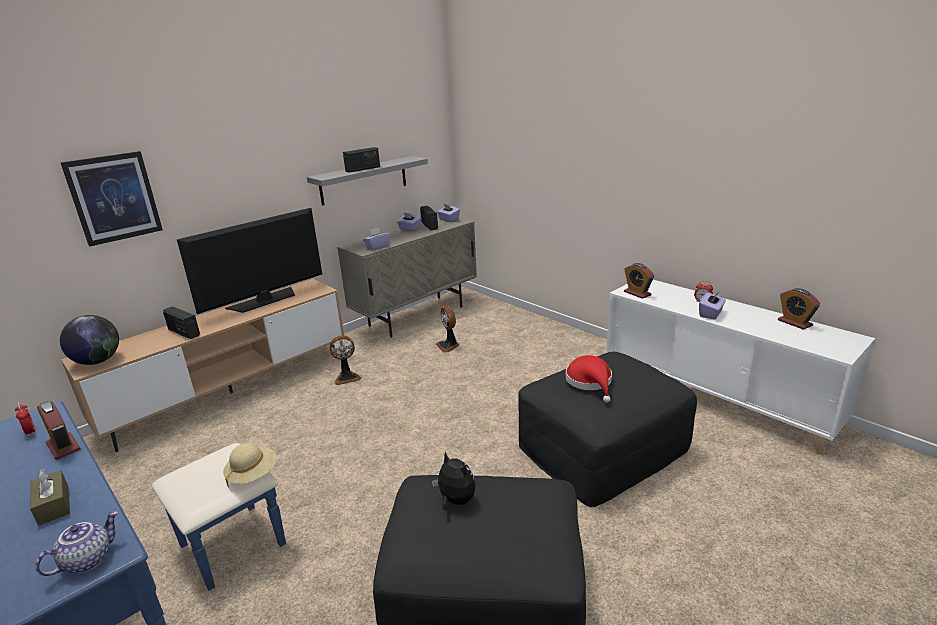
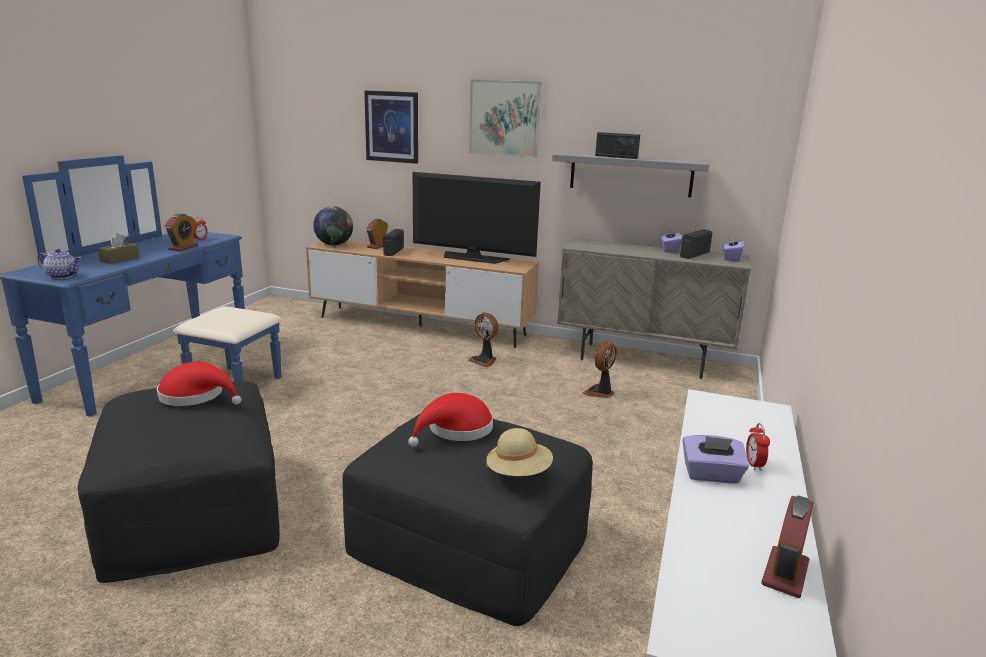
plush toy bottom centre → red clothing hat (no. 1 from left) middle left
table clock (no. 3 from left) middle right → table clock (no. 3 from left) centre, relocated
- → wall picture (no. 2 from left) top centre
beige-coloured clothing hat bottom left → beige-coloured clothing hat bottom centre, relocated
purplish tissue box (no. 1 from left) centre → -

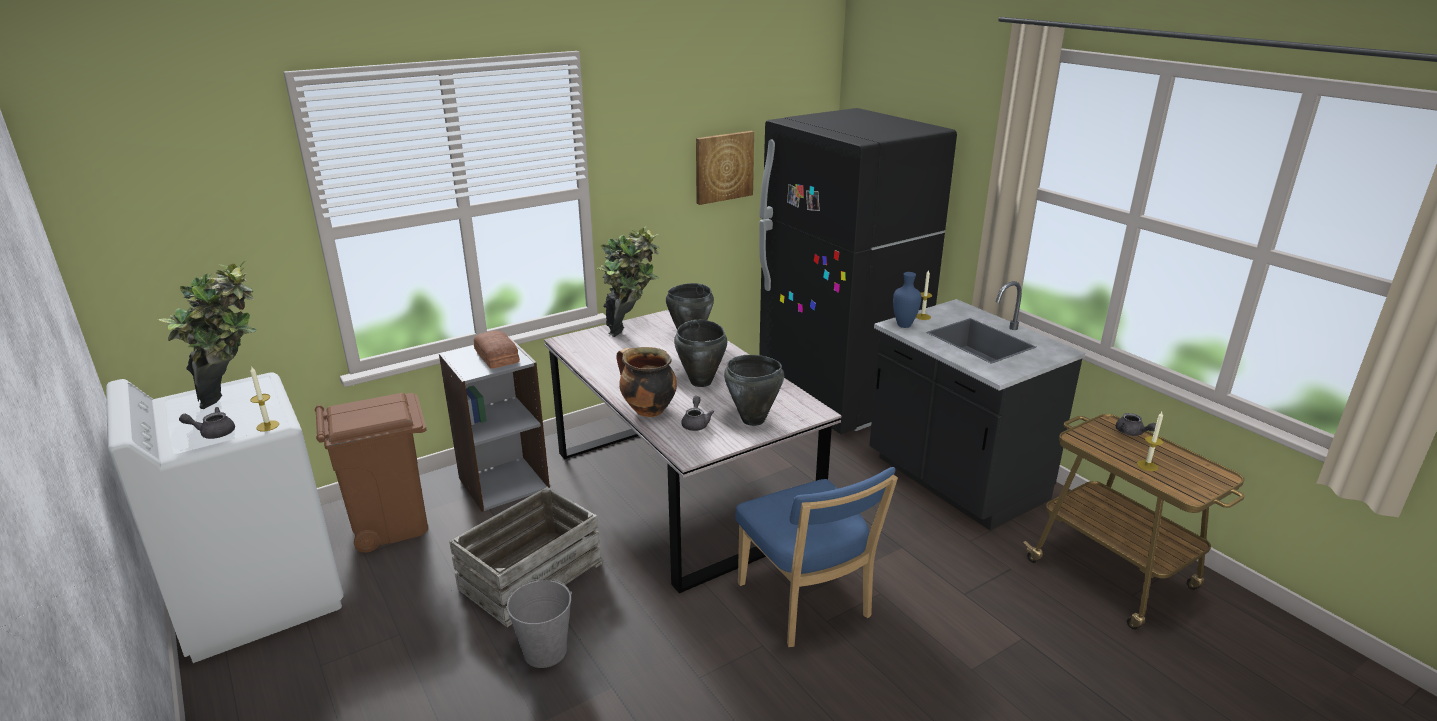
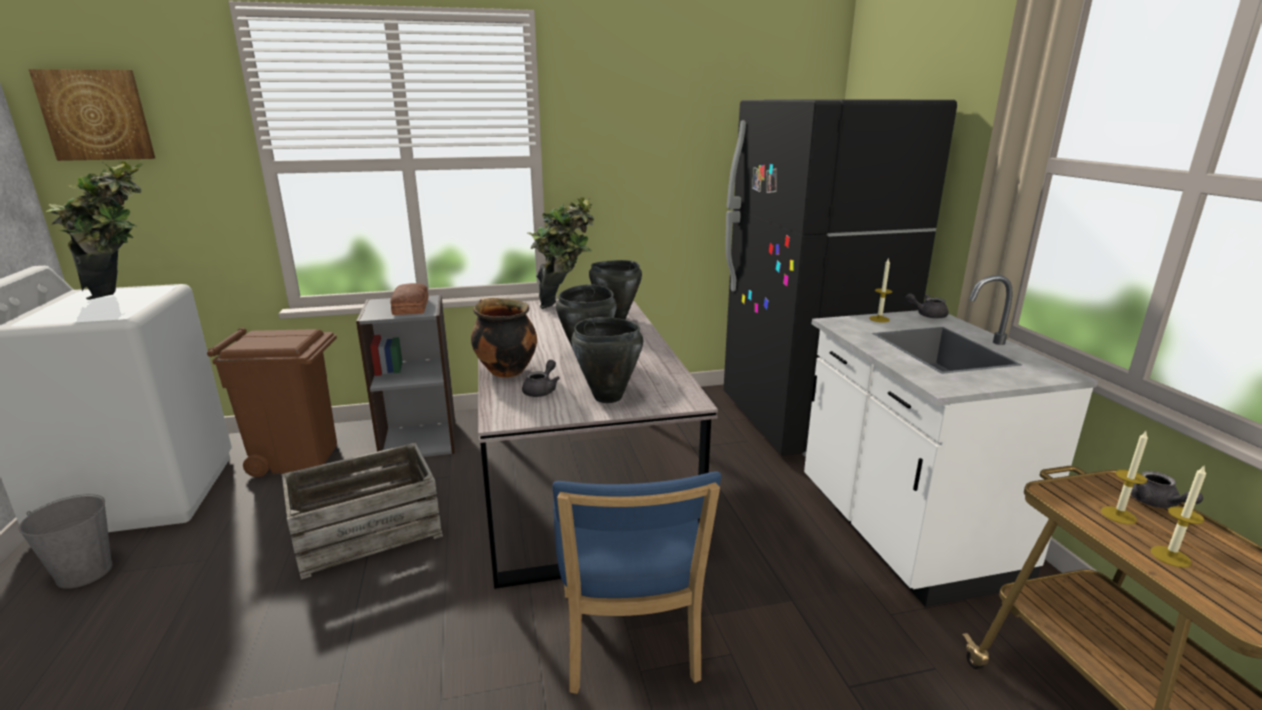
grey bucket bottom centre → grey bucket bottom left, relocated
wall picture top centre → wall picture top left, relocated
blackish counter middle right → white-coloured counter middle right
grey teapot (no. 1 from left in the first image) middle left → grey teapot (no. 2 from left) middle right, relocated
wax candle (no. 1 from left in the first image) middle left → wax candle (no. 2 from left) bottom right, relocated
blue vase centre → -

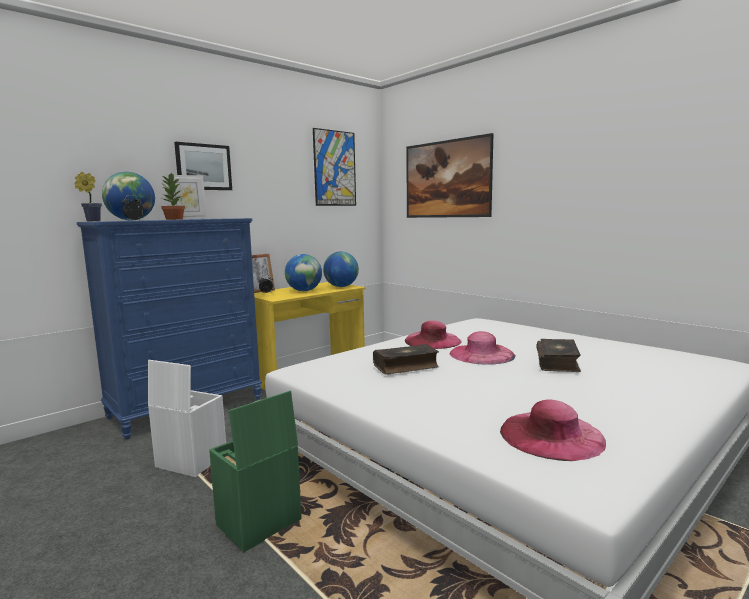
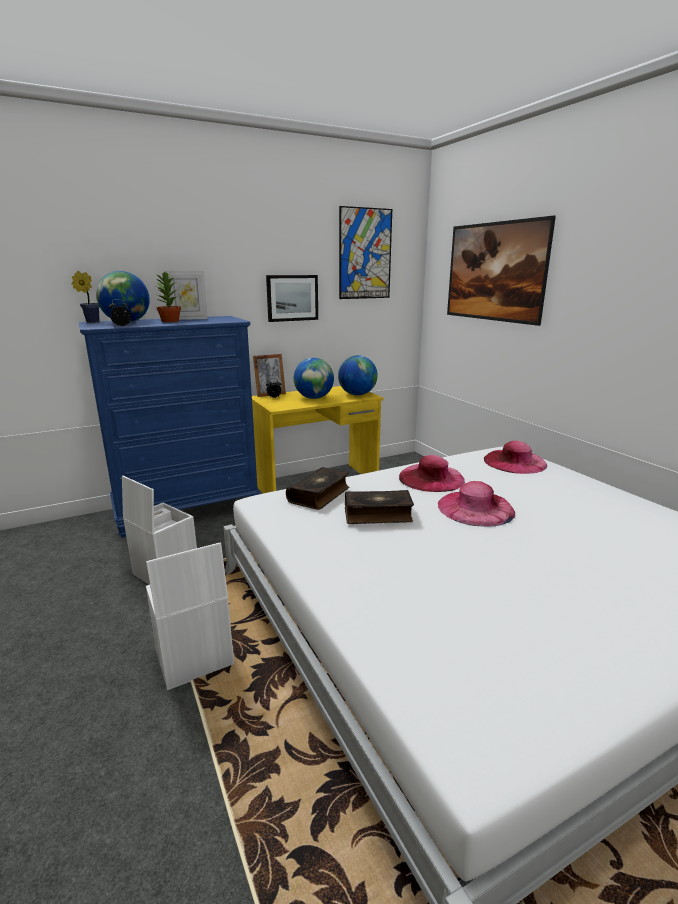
green storage box bottom centre → white-coloured storage box (no. 2 from left) bottom left
wall picture (no. 1 from left) top left → wall picture (no. 1 from left) top centre, relocated
bound book (no. 2 from left in the first image) middle right → bound book (no. 1 from left) centre, relocated
pink clothing hat (no. 3 from left) bottom right → pink clothing hat (no. 3 from left) middle right, relocated

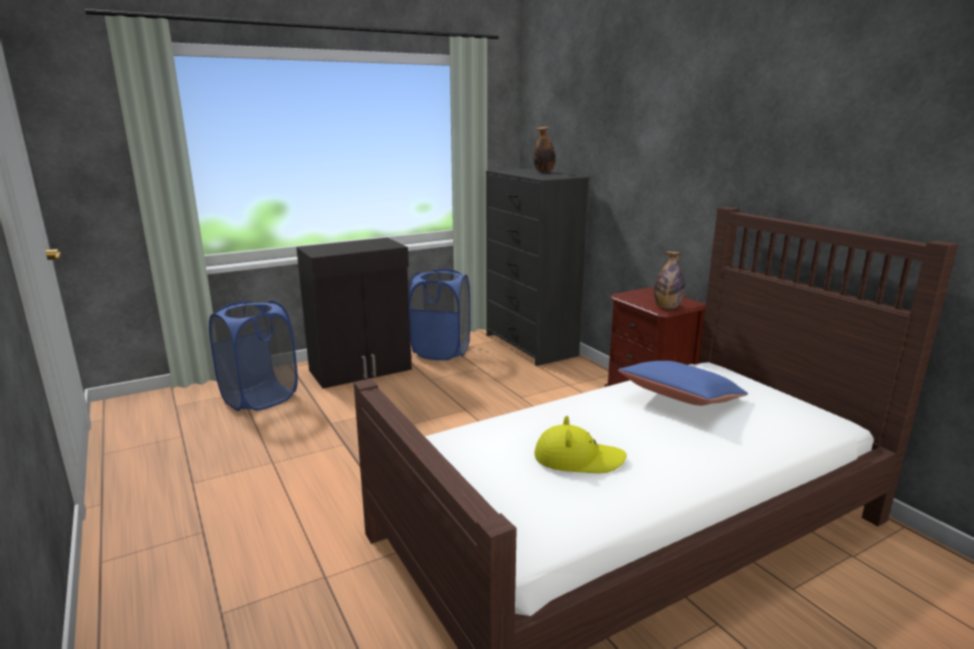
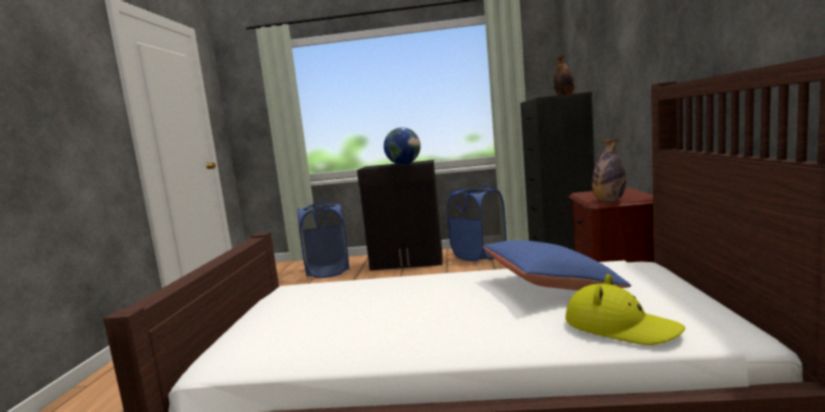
- → desk globe centre
yellow clothing hat bottom centre → yellow clothing hat bottom right, relocated

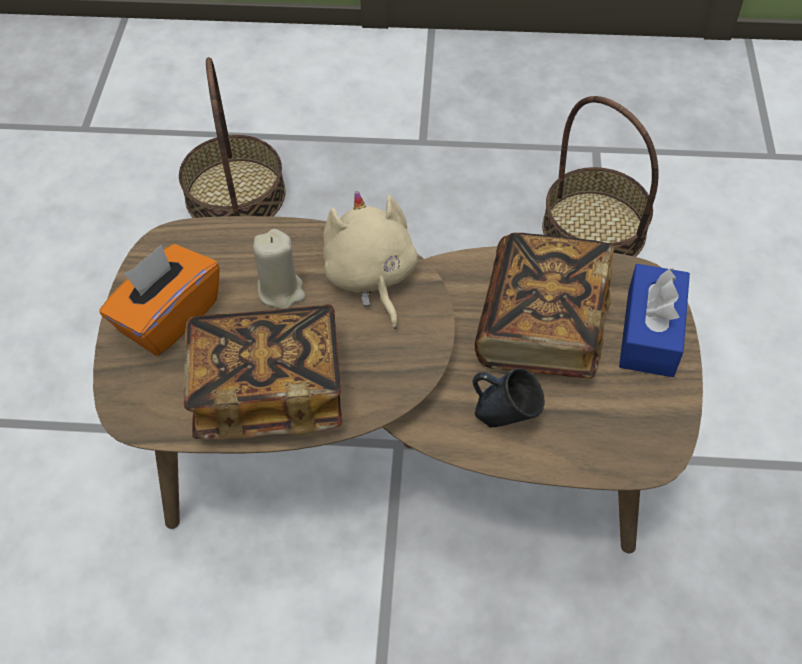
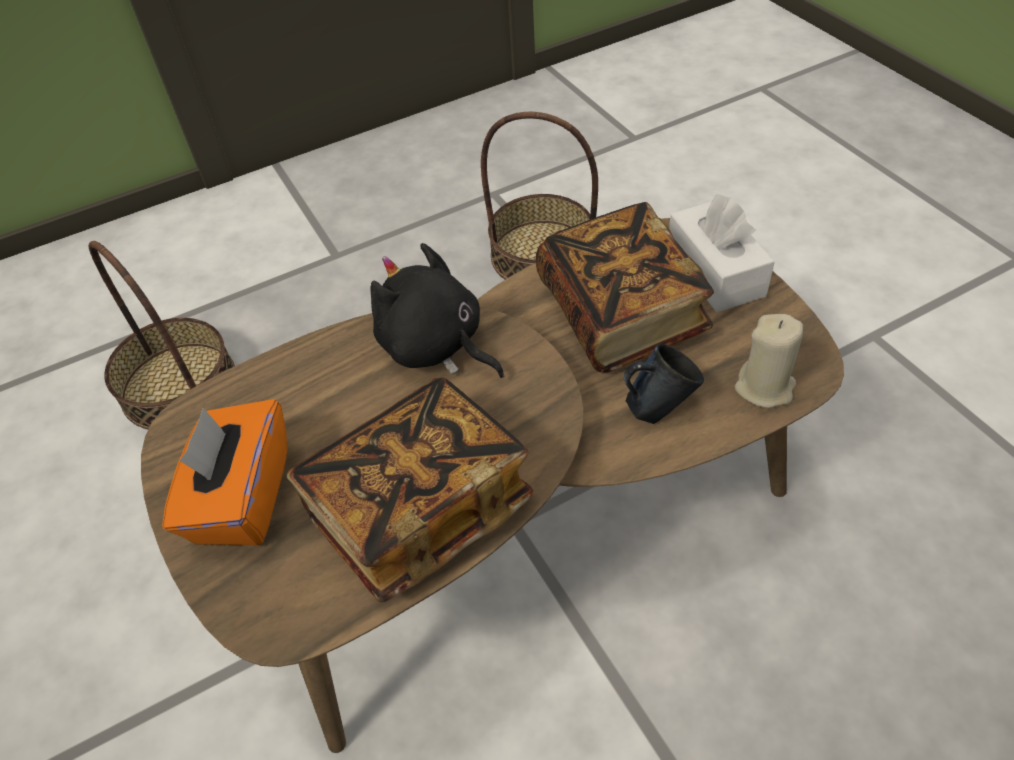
beige-coloured plush toy centre → blackish plush toy centre
blue tissue box middle right → white-coloured tissue box top right
beige-coloured wax candle centre → beige-coloured wax candle middle right, relocated

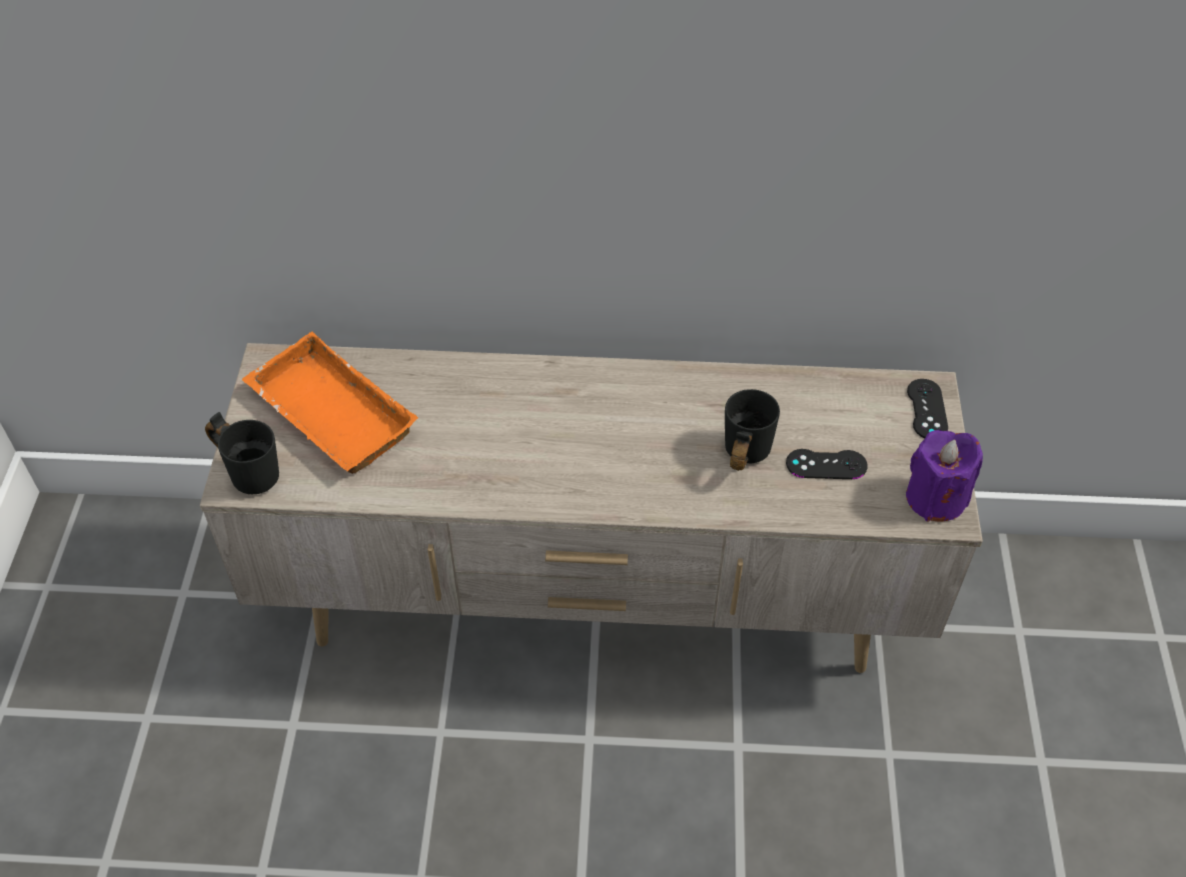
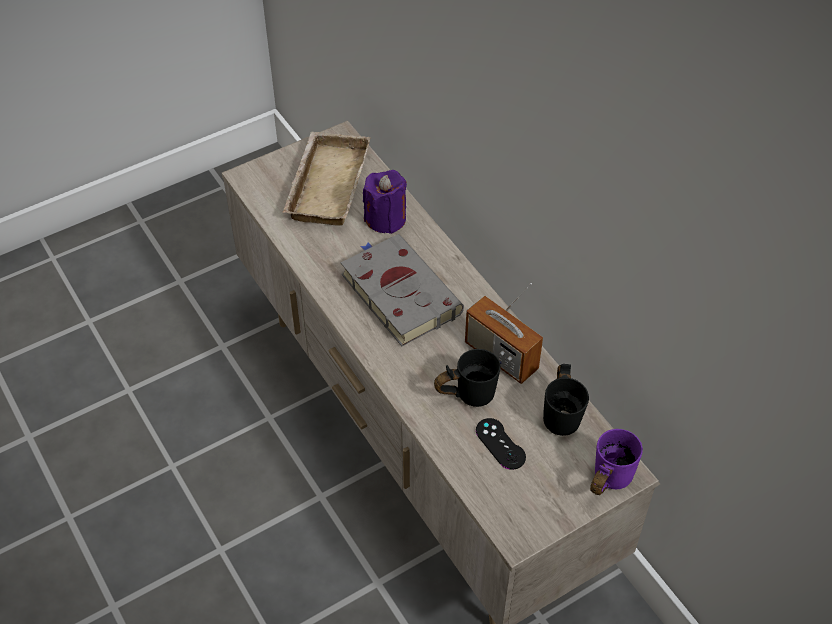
orangey tray middle left → beige-coloured tray top centre
- → grey bound book centre
purplish wax candle middle right → purplish wax candle top centre, relocated
- → radio set centre
blackish mug (no. 1 from left in the first image) middle left → blackish mug (no. 2 from left) middle right, relocated
blackish joypad (no. 2 from left) middle right → purplish mug bottom right

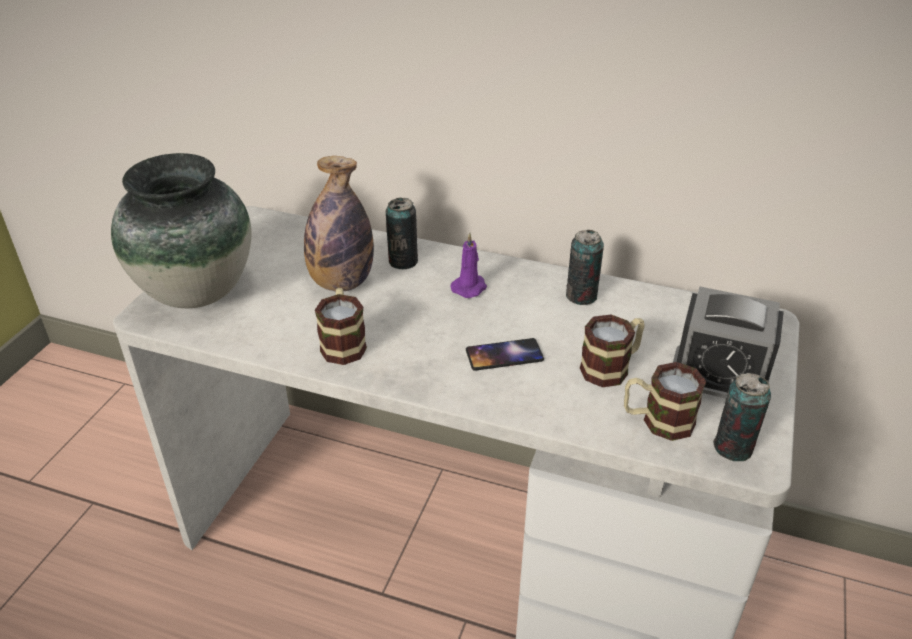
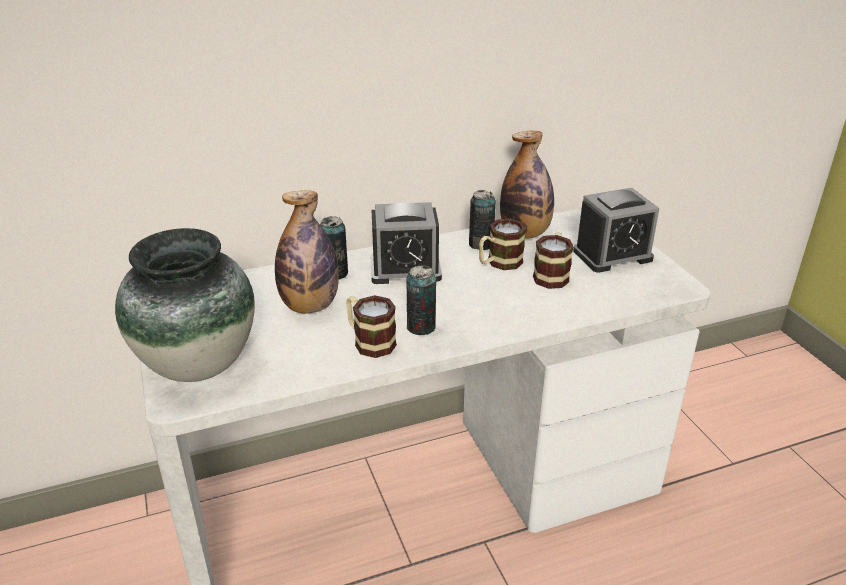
purplish wax candle centre → table clock (no. 1 from left) centre
can (no. 3 from left in the first image) middle right → can (no. 2 from left) centre, relocated
mug (no. 3 from left in the first image) middle right → mug (no. 2 from left) centre, relocated
- → beverage bottle (no. 2 from left) top centre
phone centre → -

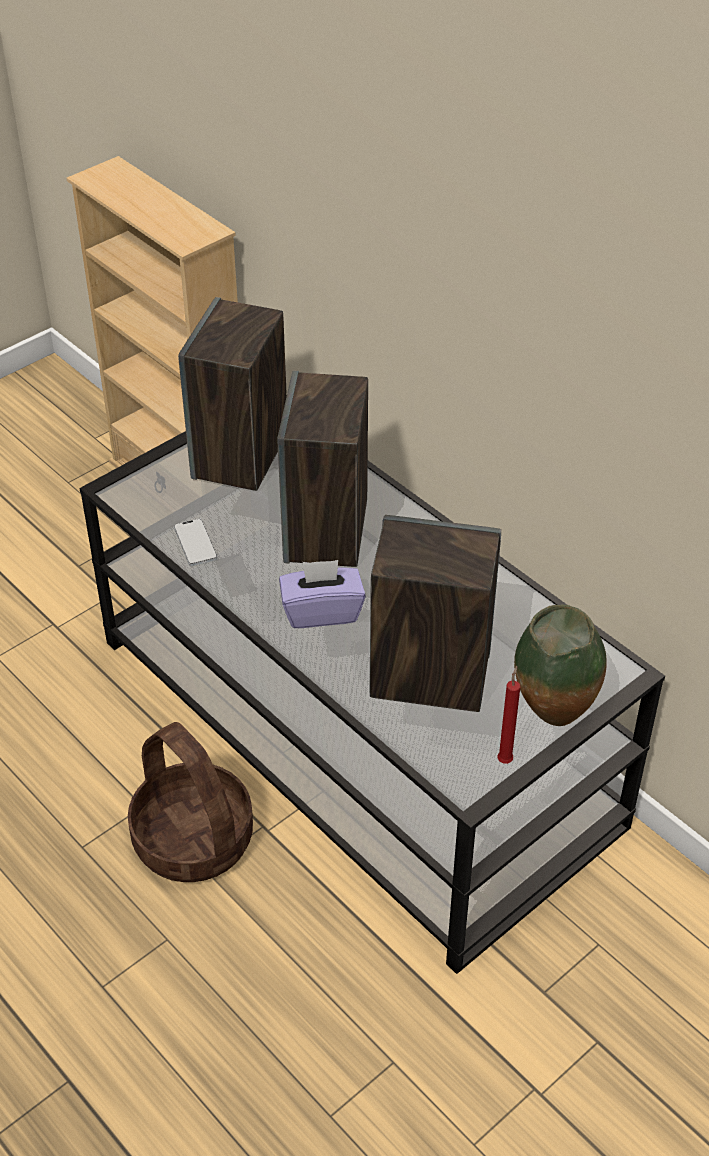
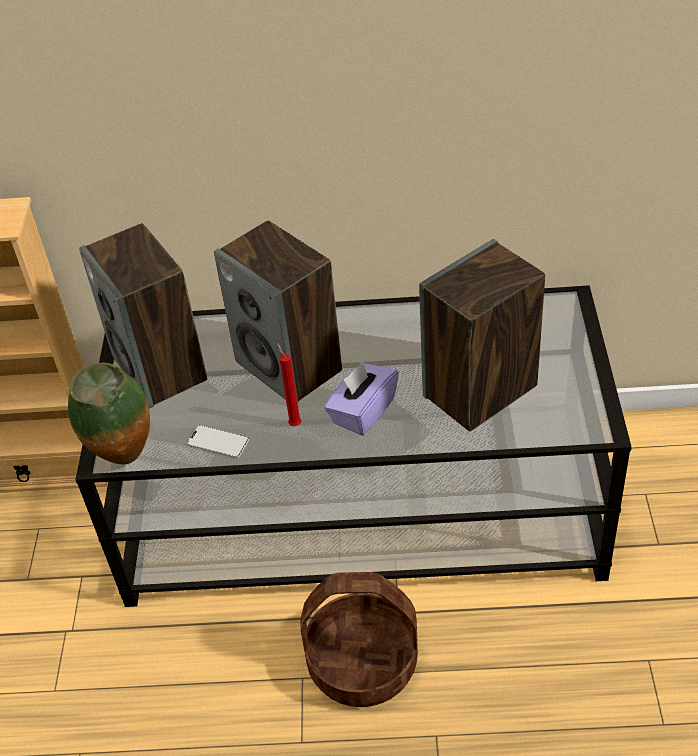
vase middle right → vase middle left, relocated
red wax candle middle right → red wax candle centre, relocated

